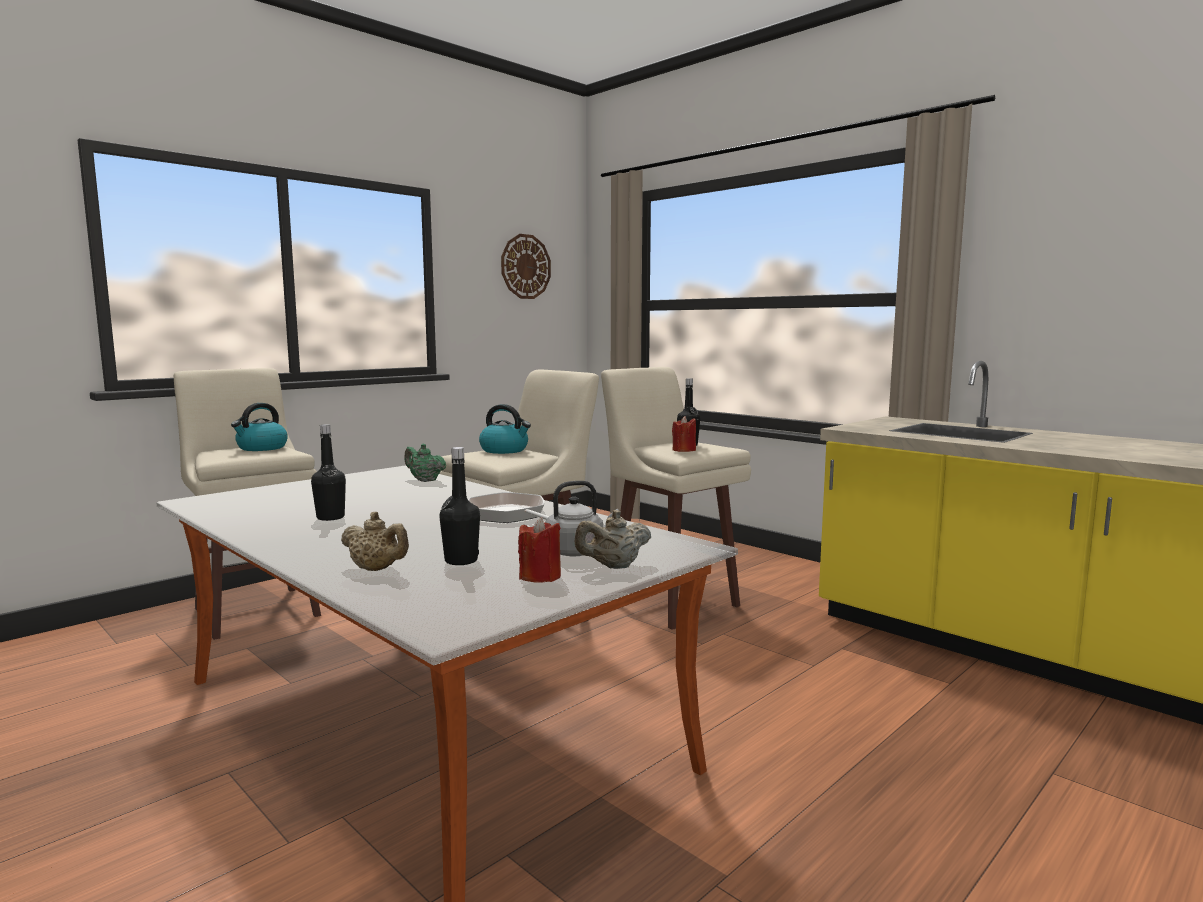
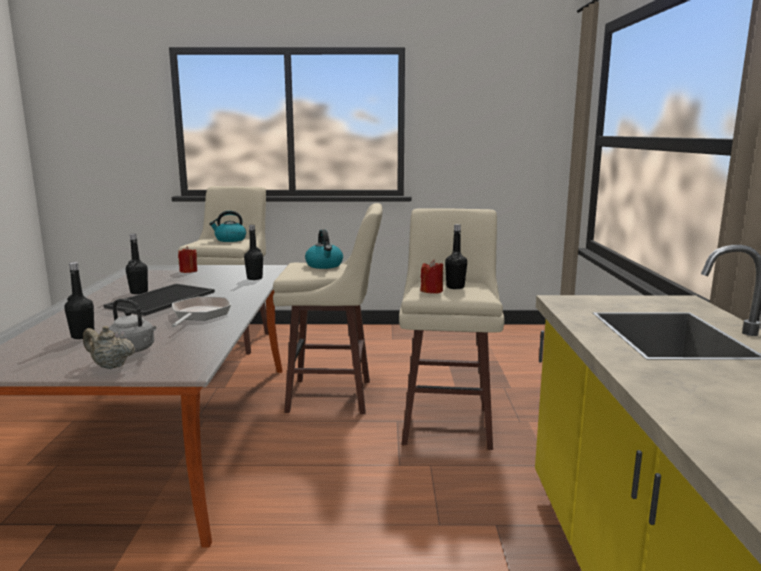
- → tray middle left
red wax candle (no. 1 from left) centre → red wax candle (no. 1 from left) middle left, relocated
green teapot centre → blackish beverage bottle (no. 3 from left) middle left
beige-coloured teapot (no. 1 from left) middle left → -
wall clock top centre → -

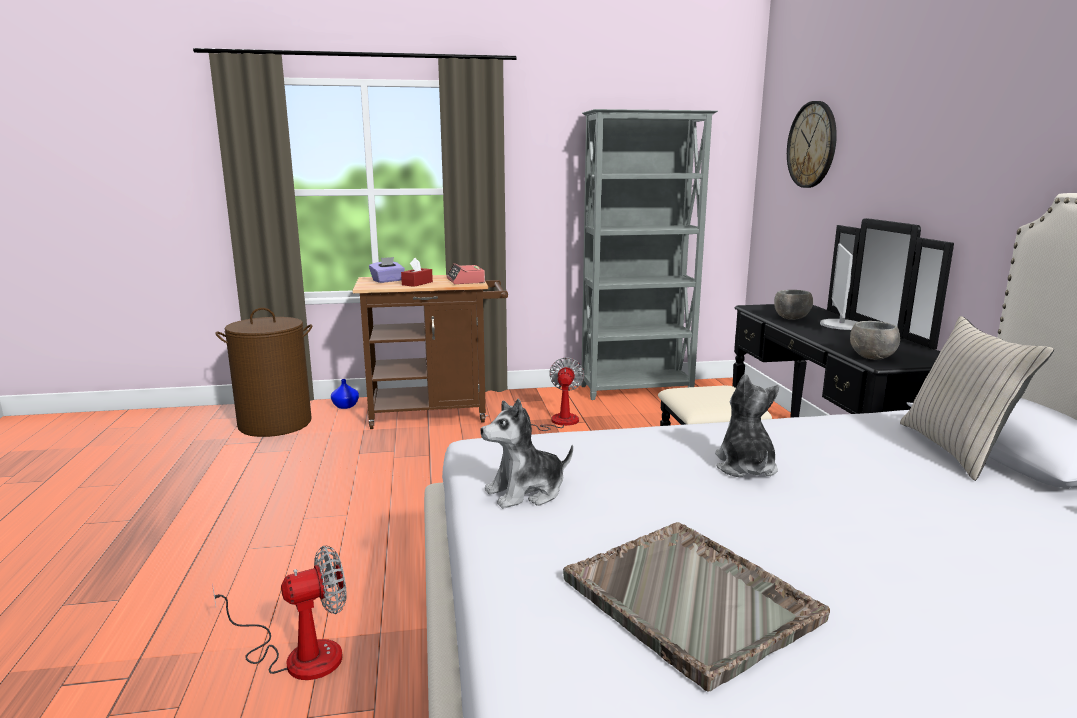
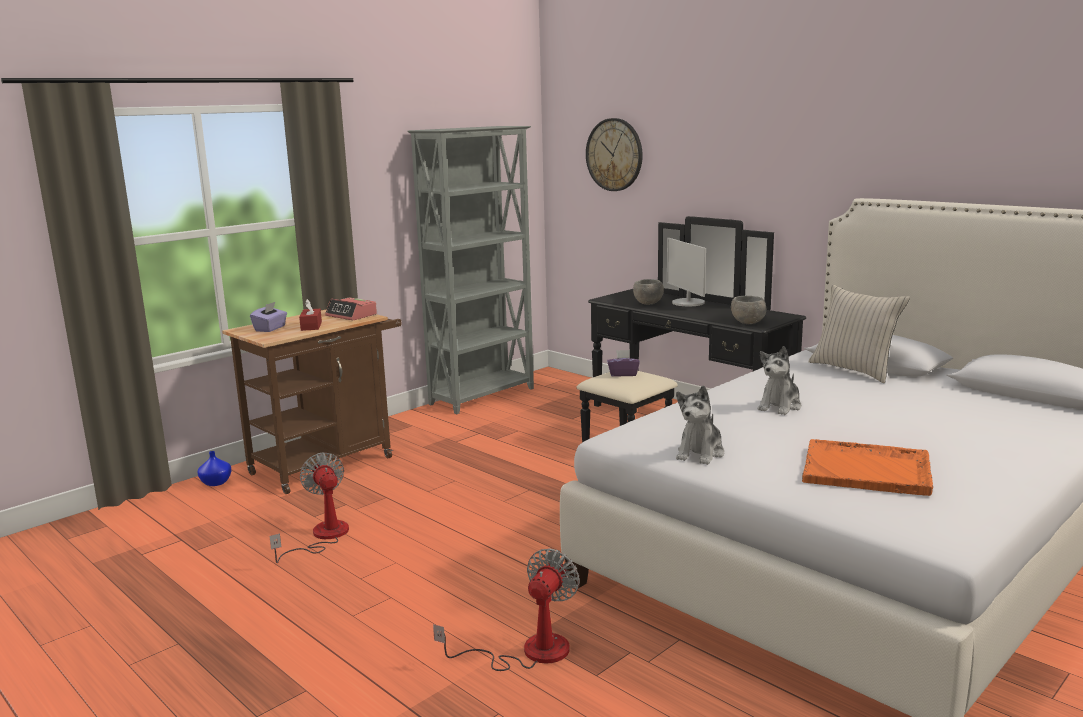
fan (no. 2 from left in the first image) centre → fan (no. 1 from left) bottom left, relocated
- → purplish tissue box (no. 2 from left) centre
plush toy (no. 2 from left) middle right, 105 degrees counterclockwise
grey tray bottom centre → orangey tray middle right
brown-coloured washing basket middle left → -

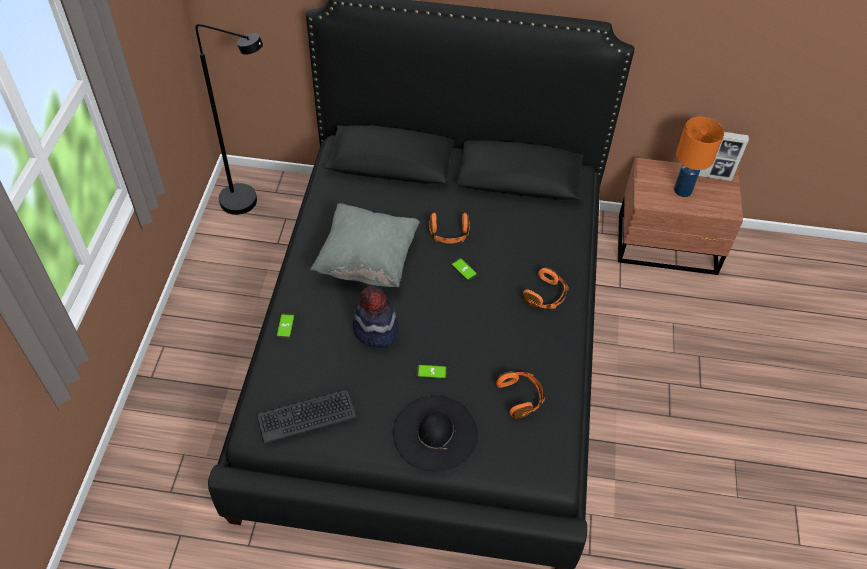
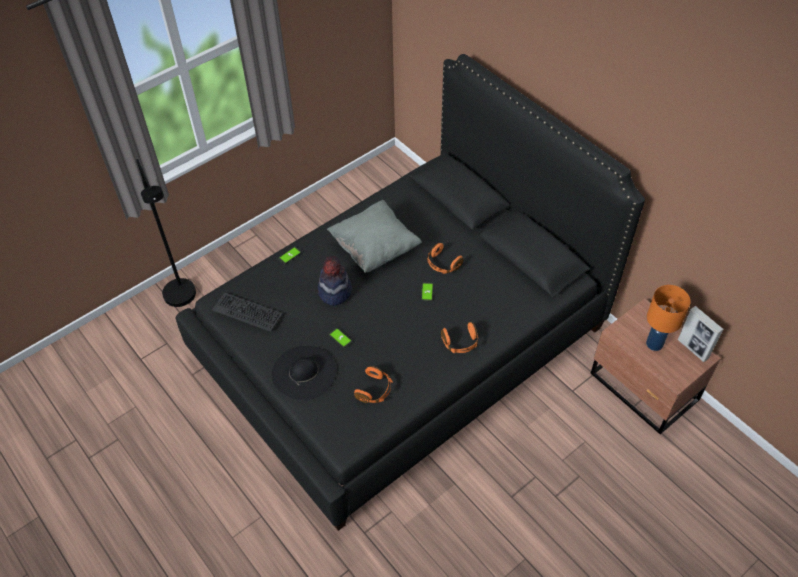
blackish standard lamp top left → blackish standard lamp middle left, relocated

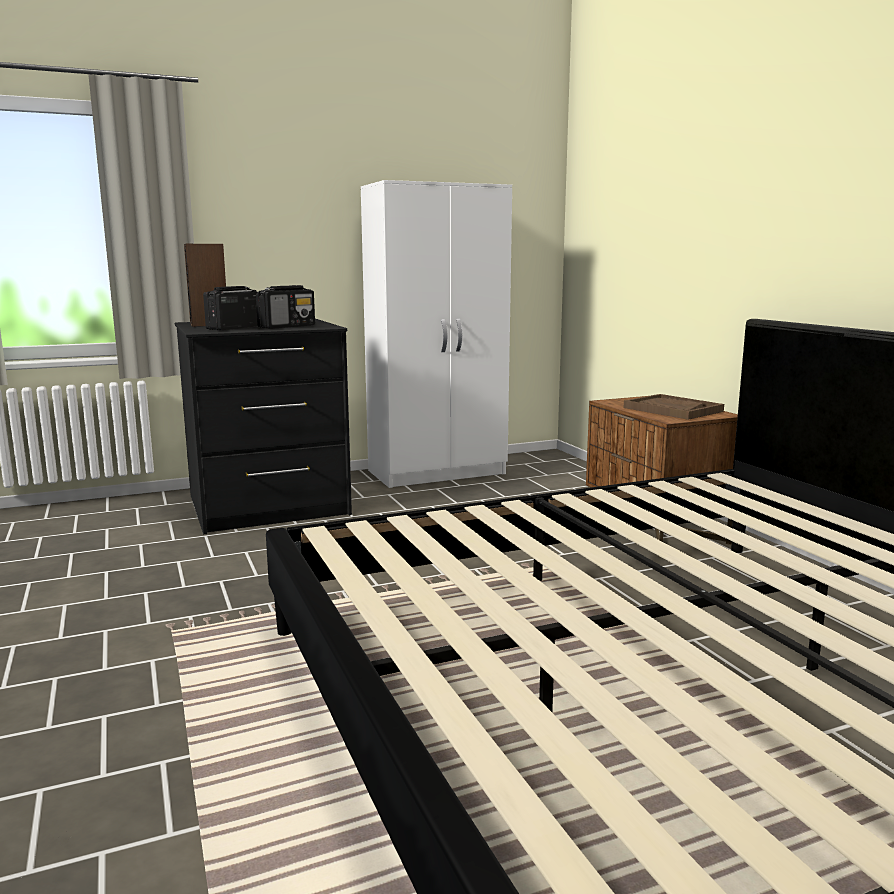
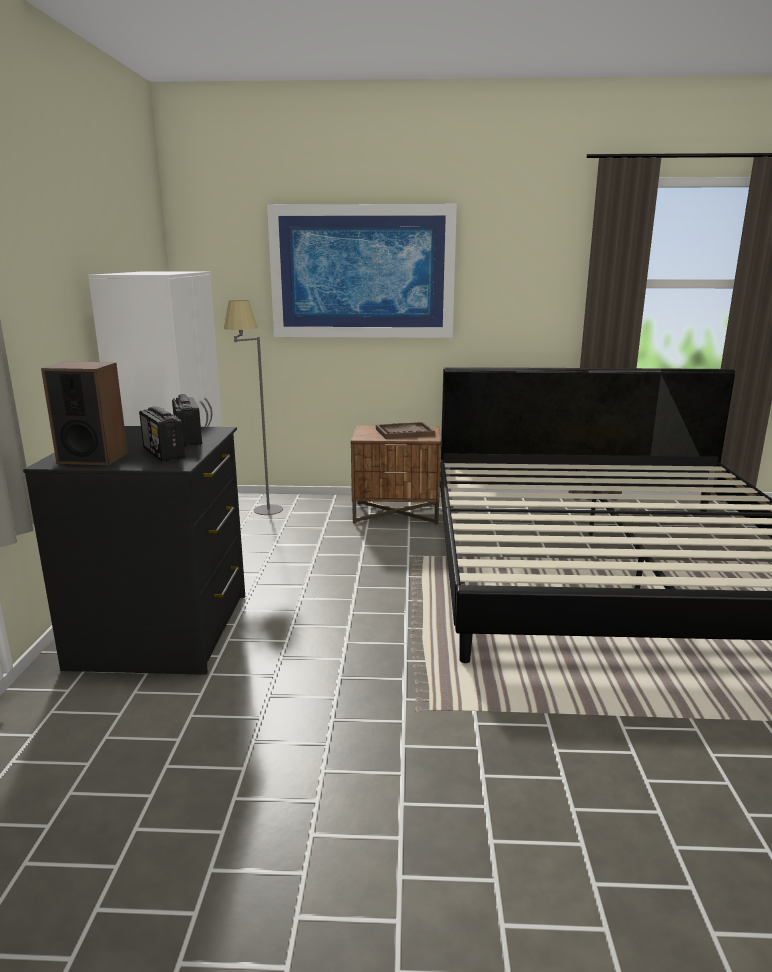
- → grey standard lamp middle left
- → wall picture top centre

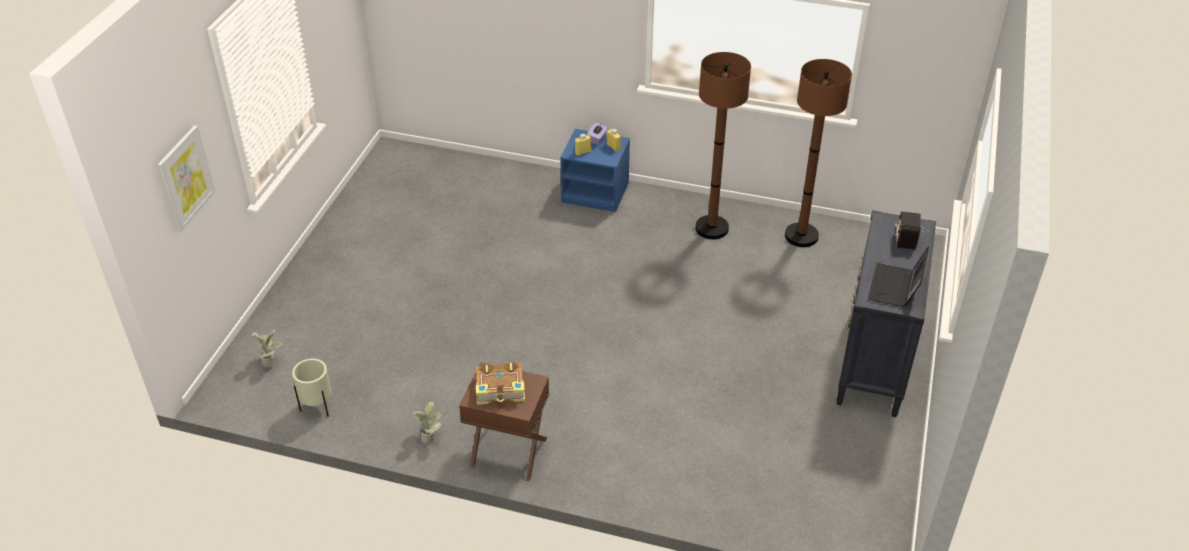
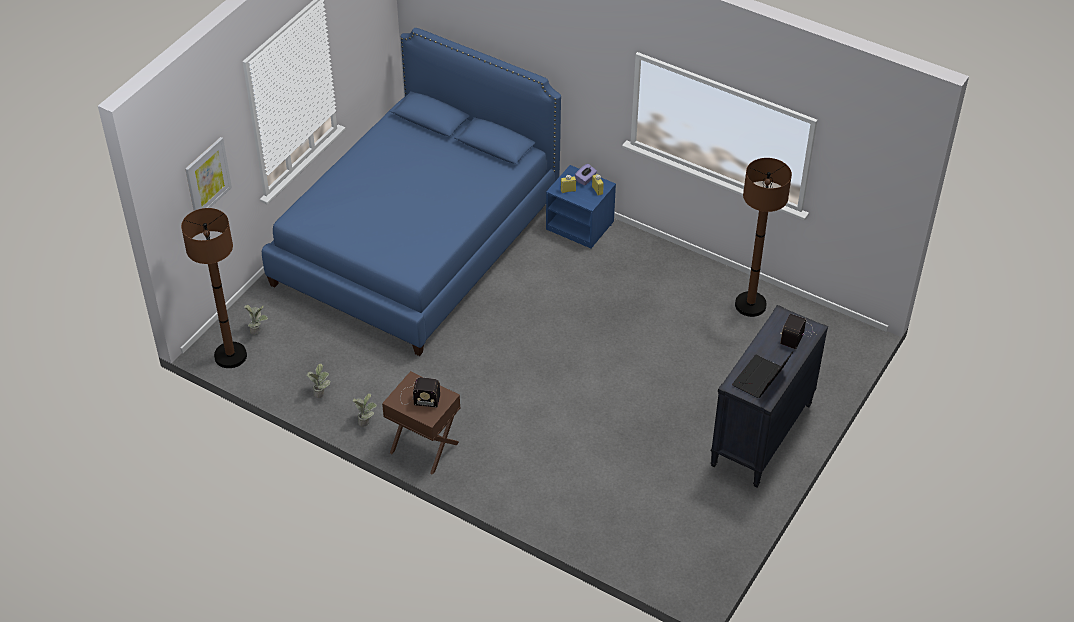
brown-coloured standard lamp (no. 1 from left) top centre → brown-coloured standard lamp (no. 1 from left) middle left, relocated
- → blue sleeping bed top centre
- → potted plant (no. 2 from left) middle left
bound book bottom centre → radio set (no. 1 from left) centre
beige-coloured flower pot bottom left → -

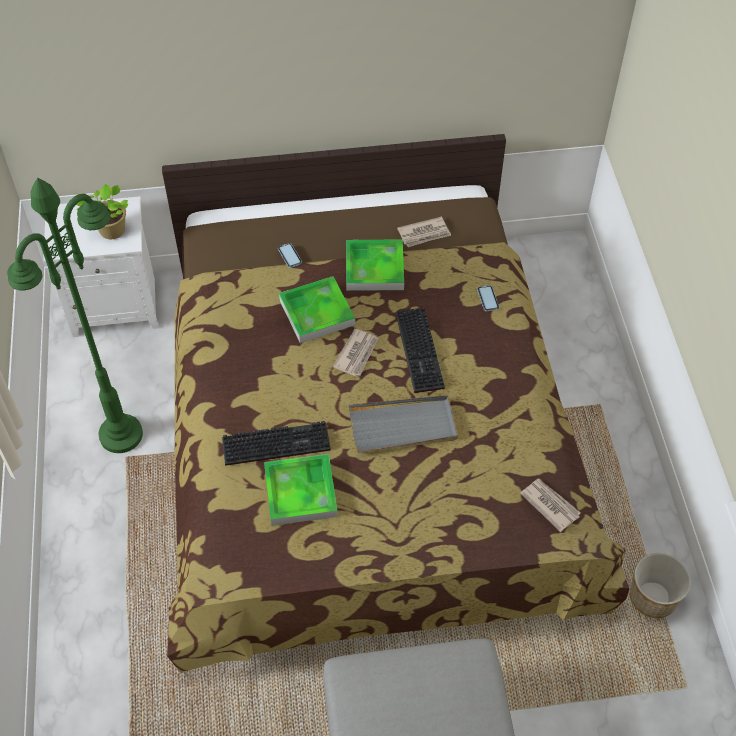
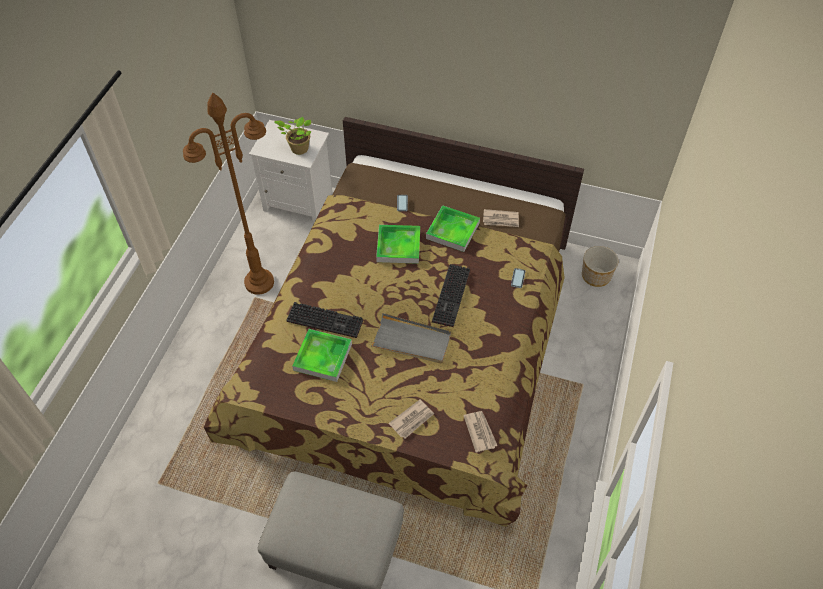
green standard lamp middle left → brown-coloured standard lamp top left
daily paper (no. 1 from left) centre → daily paper (no. 1 from left) bottom centre, relocated
flower pot bottom right → flower pot middle right, relocated

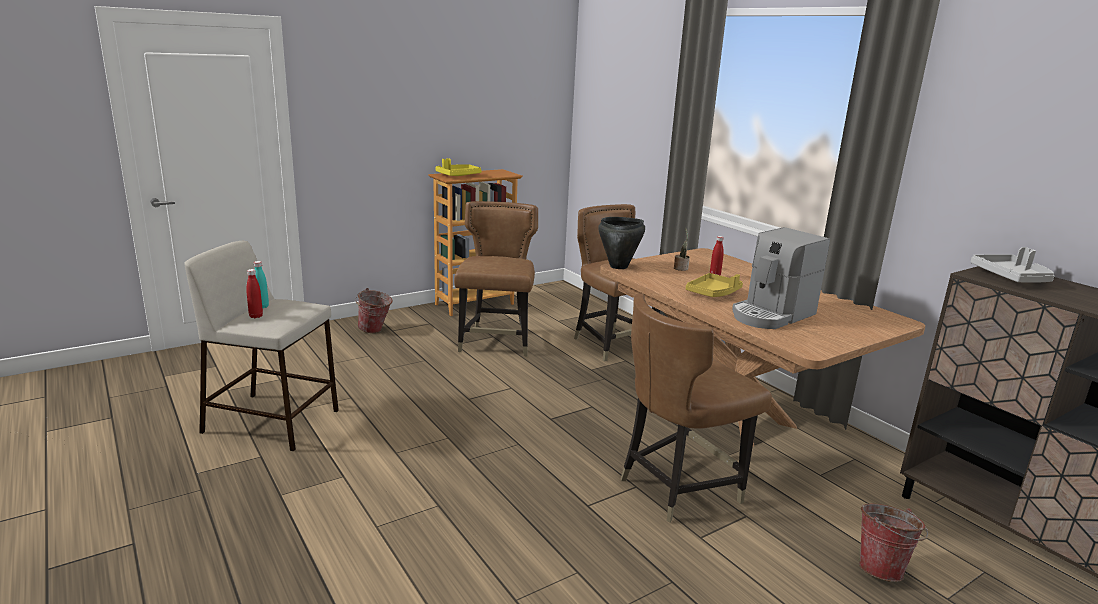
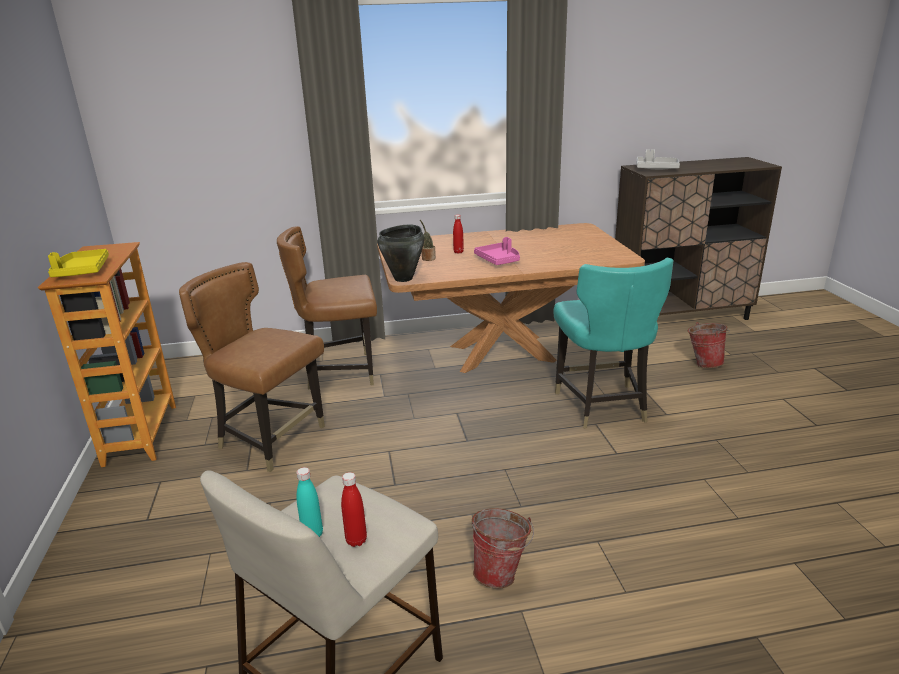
bucket (no. 1 from left) centre → bucket (no. 1 from left) bottom centre, relocated
yellow tray (no. 2 from left) centre → pink tray centre
brown-coloured upright chair (no. 3 from left) bottom centre → turquoise-coloured upright chair middle right
coffee maker middle right → -

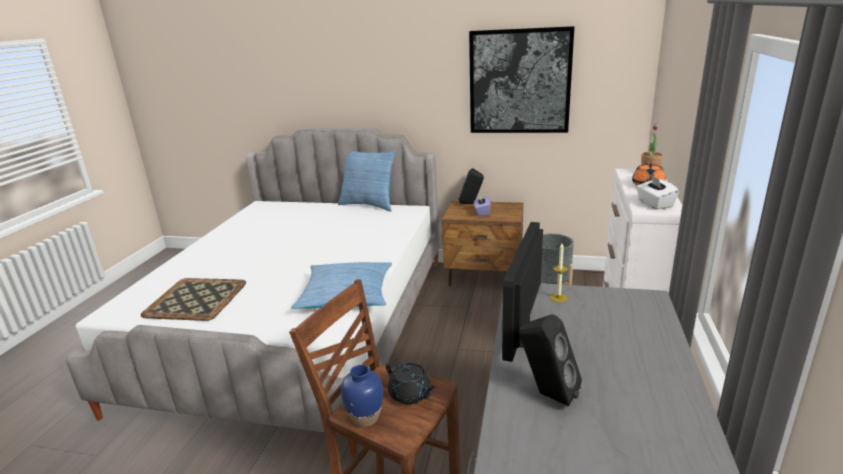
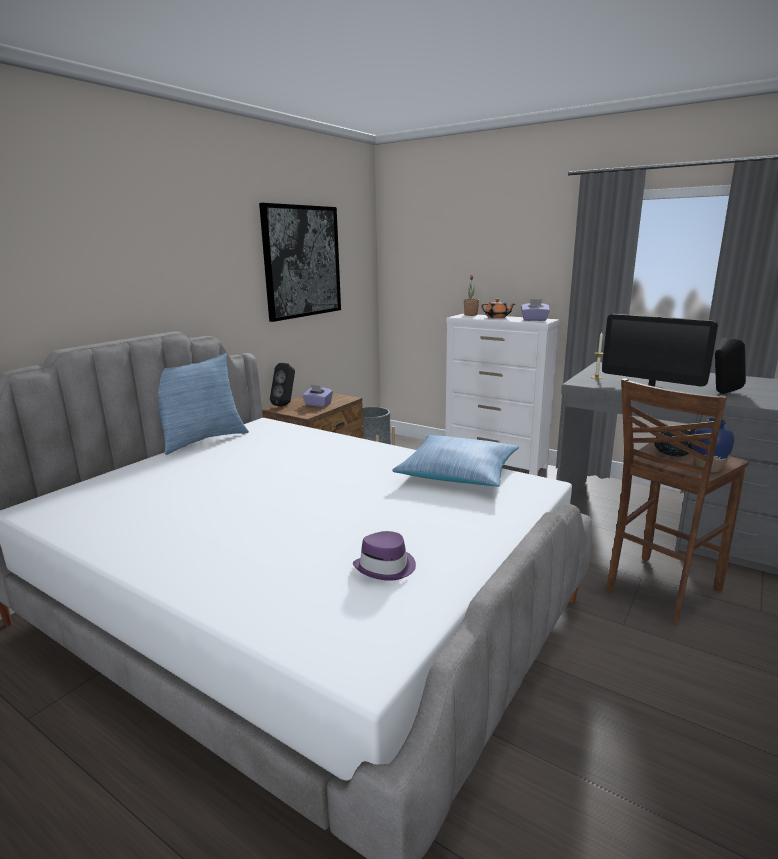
tray middle left → purplish clothing hat centre
white-coloured tissue box middle right → purplish tissue box (no. 2 from left) middle right

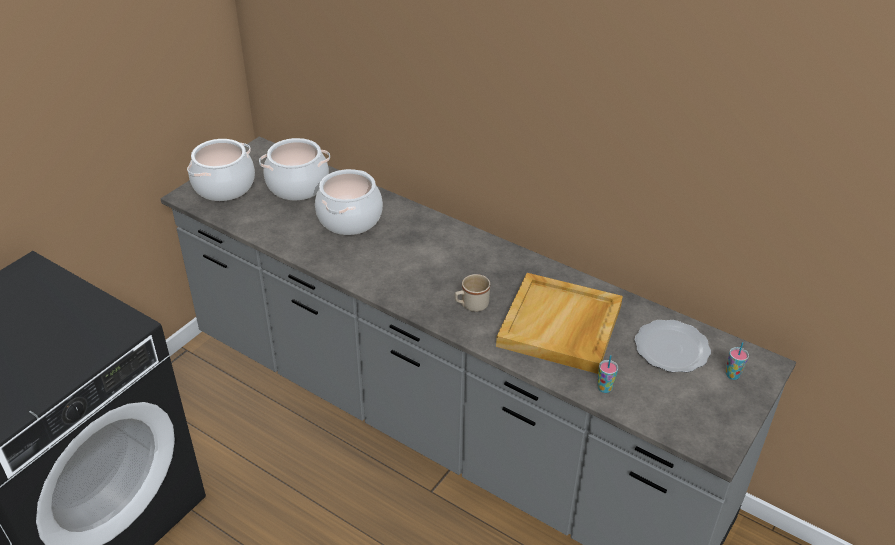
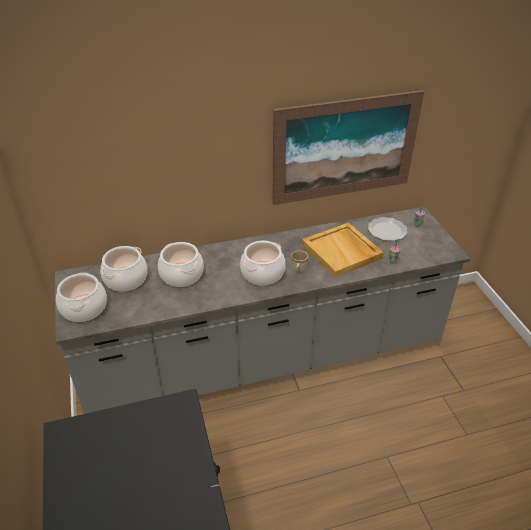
- → stockpot (no. 4 from left) centre
- → wall picture top centre

